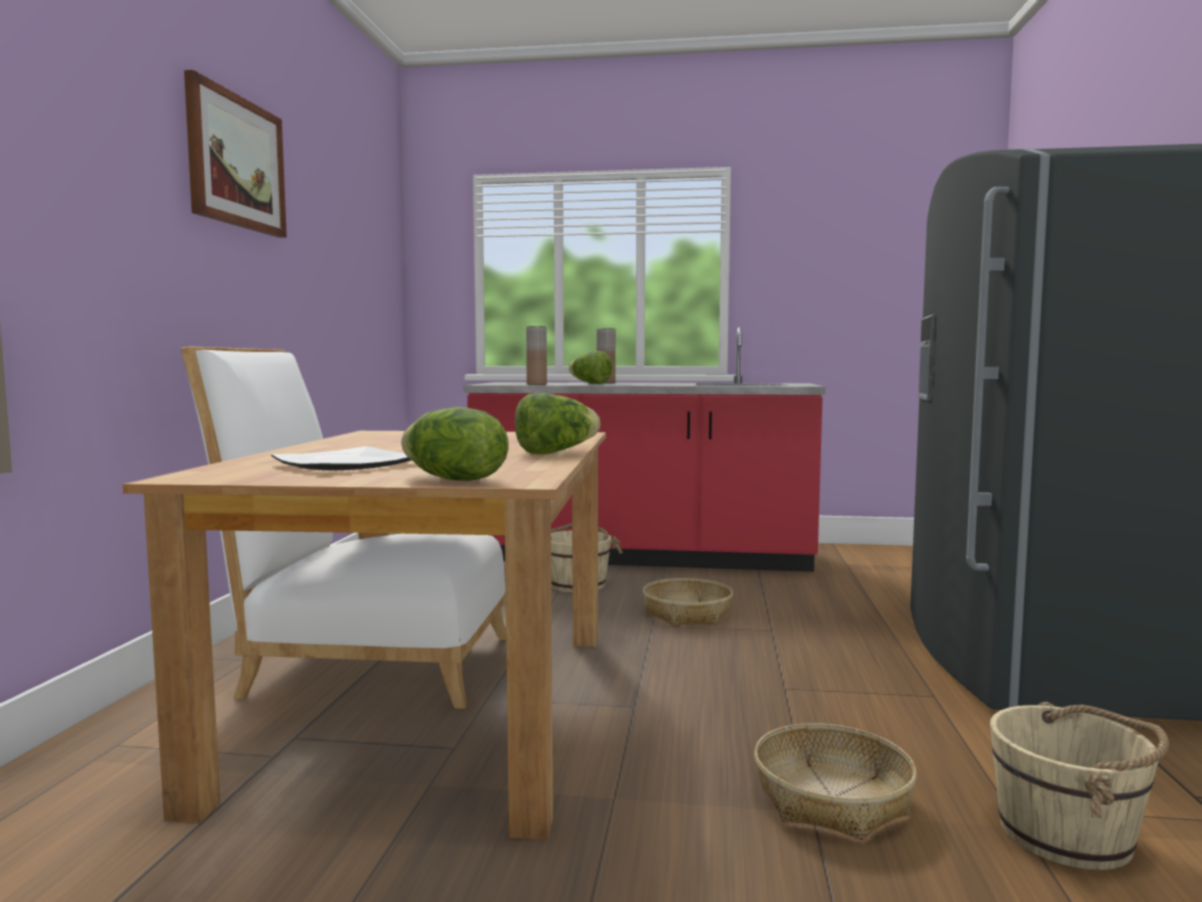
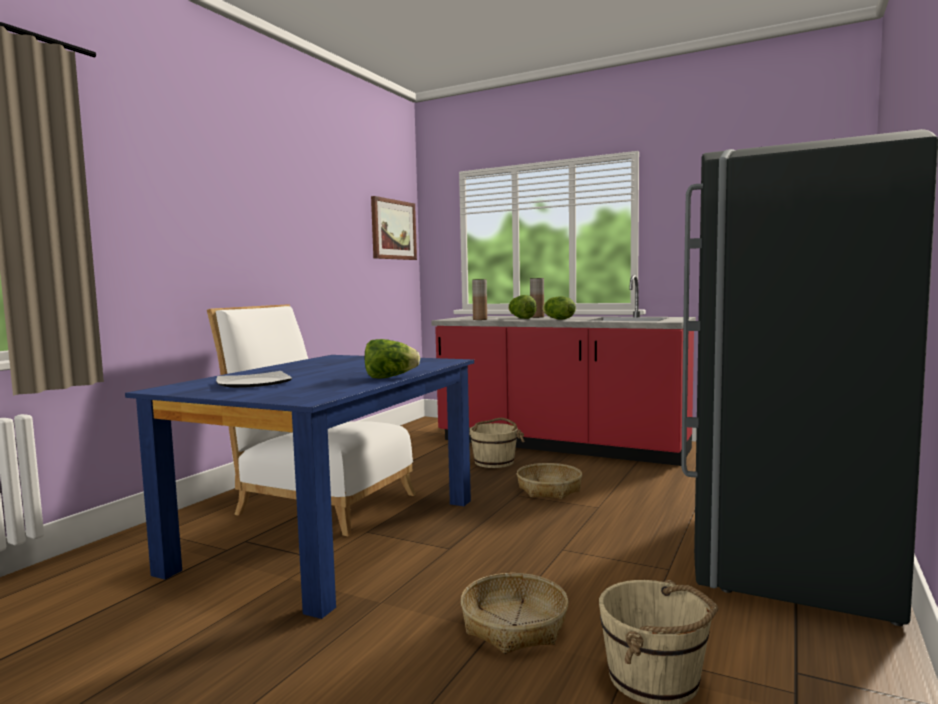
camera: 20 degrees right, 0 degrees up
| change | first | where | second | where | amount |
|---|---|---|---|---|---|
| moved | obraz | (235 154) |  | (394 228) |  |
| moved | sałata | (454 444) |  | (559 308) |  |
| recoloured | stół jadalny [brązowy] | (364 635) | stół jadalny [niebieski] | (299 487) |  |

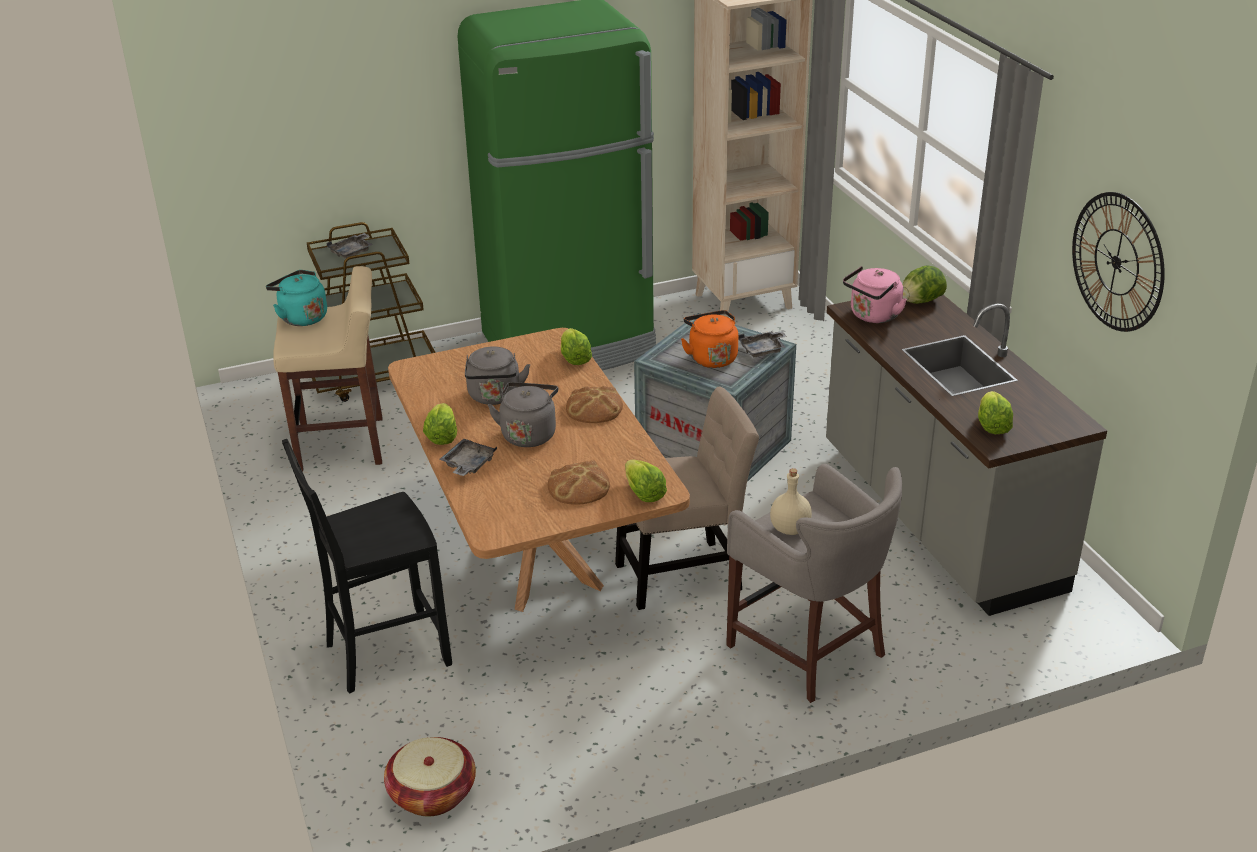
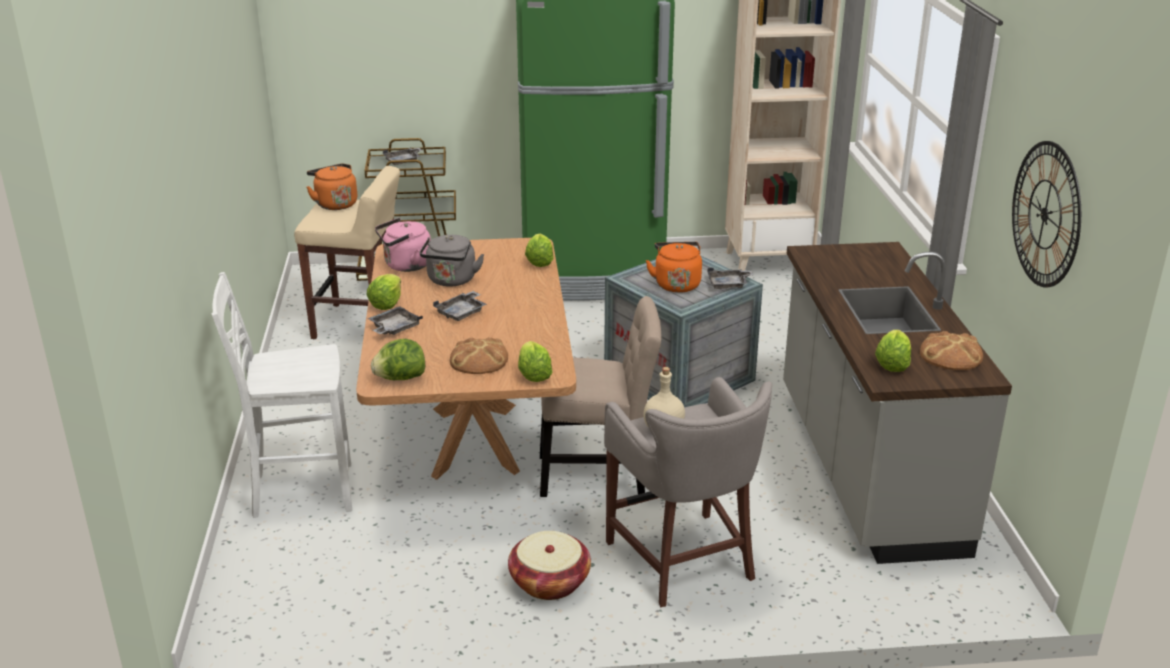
camera: 15 degrees right, 5 degrees down
| change | first | where | second | where | amount |
|---|---|---|---|---|---|
| moved | koszyk | (430 777) |  | (549 565) |  |
| moved | chleb | (594 404) |  | (951 350) |  |
| moved | czajnik [różowy] | (875 294) |  | (403 245) |  |
| moved | sałata | (925 284) |  | (398 359) |  |
| replaced | czajnik [szary] | (523 414) | taca [szary] | (460 306) |  |
| recoloured | czajnik [turkusowy] | (296 298) | czajnik [pomarańczowy] | (332 186) |  |
| recoloured | krzesło [czarny] | (367 566) | krzesło [biały] | (281 395) |  |

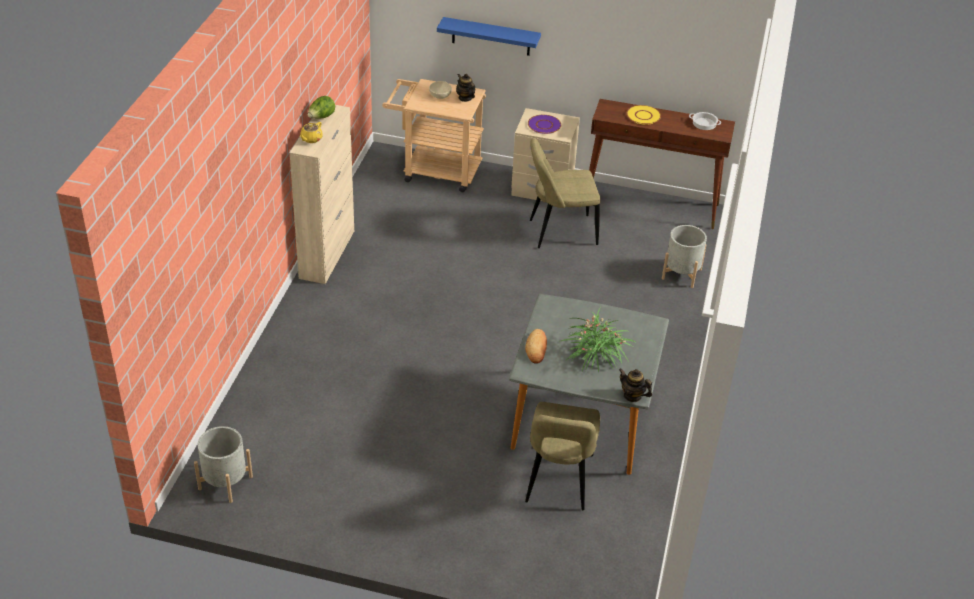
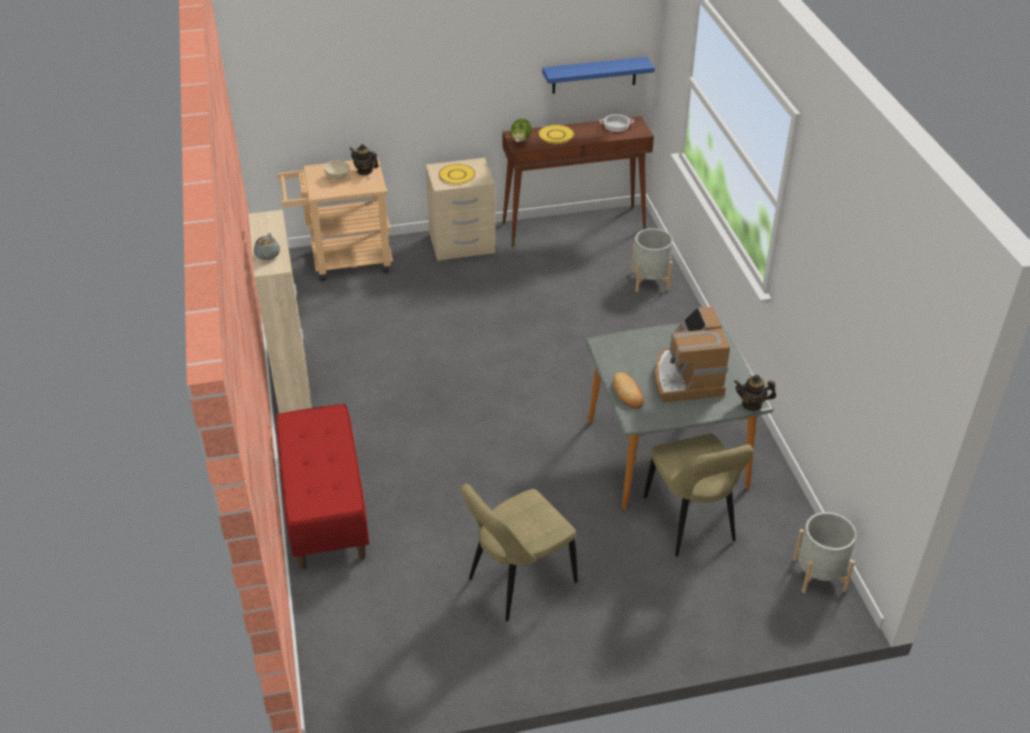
camera: 25 degrees left, 0 degrees up
| change | first | where | second | where | amount |
|---|---|---|---|---|---|
| added |  |  | ławka [czerwony] | (322 486) |  |
| moved | donica [szary] | (223 464) |  | (824 552) |  |
| moved | sałata | (321 107) |  | (521 130) |  |
| moved | półka [niebieski] | (489 36) |  | (598 75) |  |
| moved | krzesło [beżowy] | (565 193) |  | (518 552) |  |
| replaced | roślina doniczkowa | (597 340) | ekspres do kawy | (692 354) |  |
| recoloured | imbryk [żółty] | (311 132) | imbryk [szary] | (267 246) |  |
| recoloured | talerz [fioletowy] | (544 124) | talerz [żółty] | (457 174) |  |

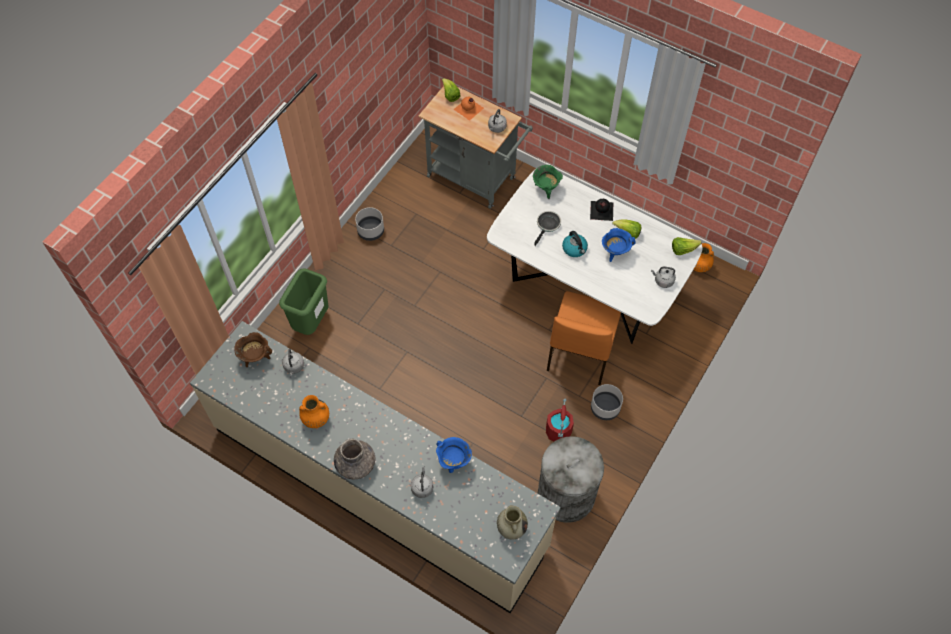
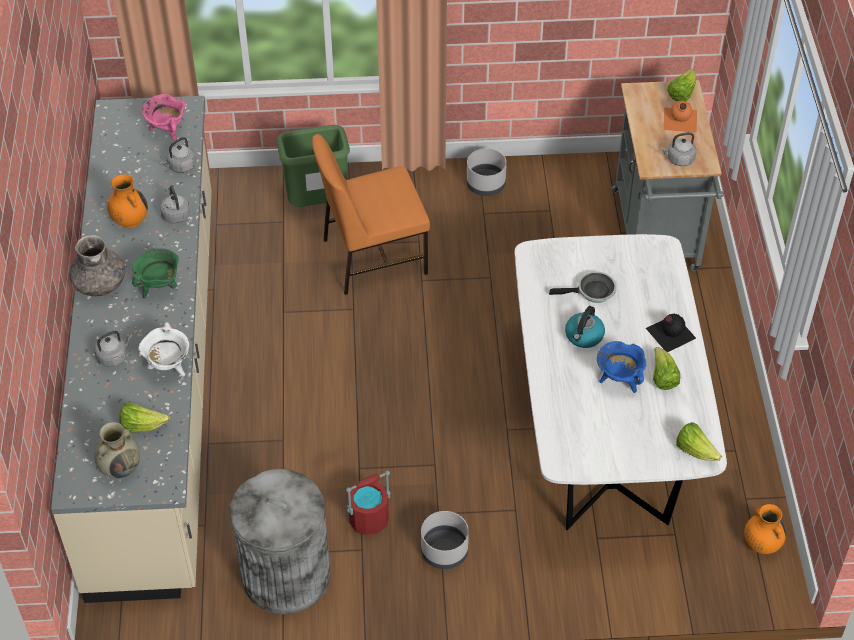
camera: 55 degrees right, 10 degrees down
| change | first | where | second | where | amount |
|---|---|---|---|---|---|
| added |  |  | sałata | (145 417) |  |
| moved | garnek [zielony] | (548 182) |  | (155 273) |  |
| moved | krzesło [pomarańczowy] | (584 338) |  | (371 214) |  |
| moved | czajnik [szary] | (663 277) |  | (175 205) |  |
| recoloured | garnek [brązowy] | (253 349) | garnek [różowy] | (164 117) |  |
| recoloured | garnek [niebieski] | (454 455) | garnek [biały] | (163 349) |  |

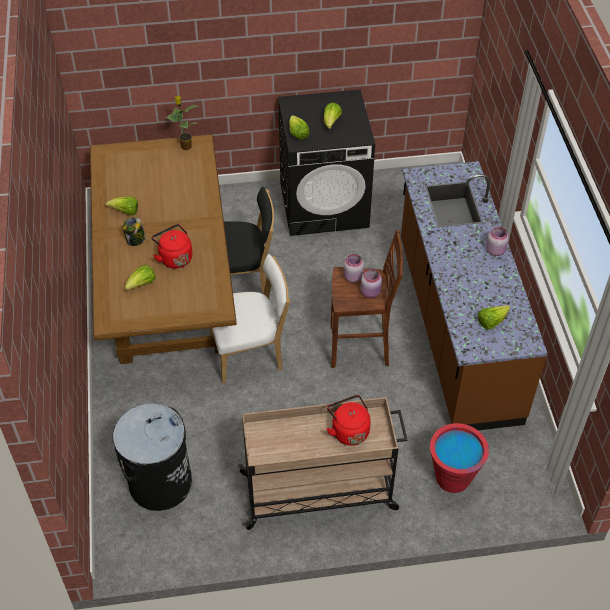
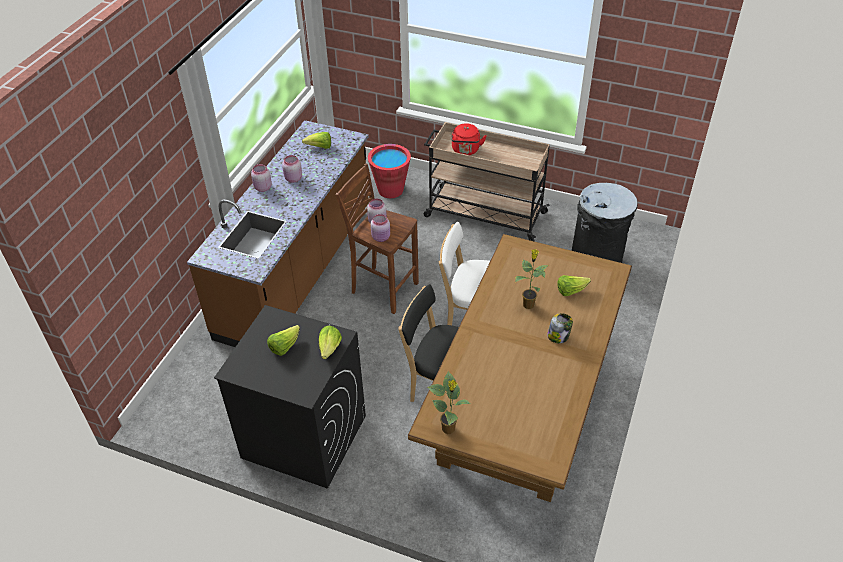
camera: 150 degrees left, 5 degrees down
| change | first | where | second | where | amount |
|---|---|---|---|---|---|
| removed | sałata | (122 206) |  |  |  |
| added |  |  | słoik [różowy] | (292 169) |  |
| replaced | czajnik [czerwony] | (172 246) | roślina doniczkowa | (531 279) |  |

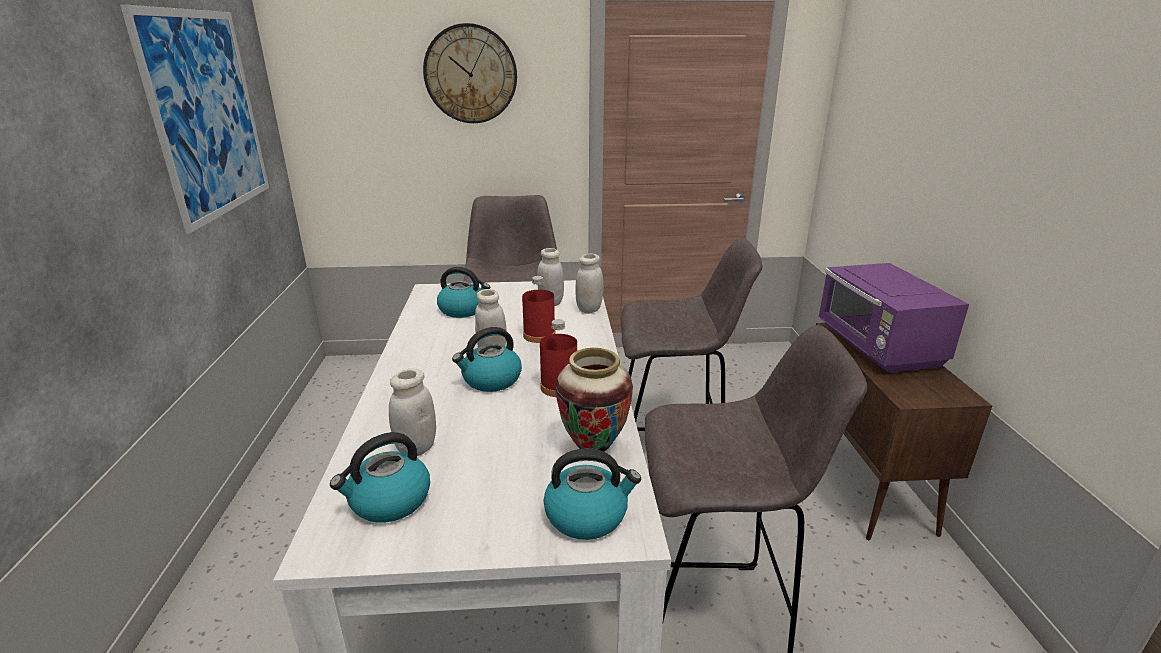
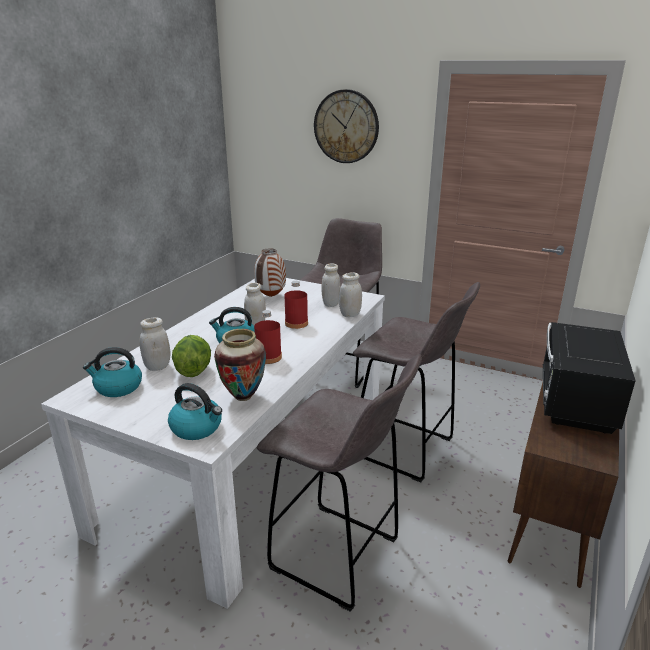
camera: 30 degrees right, 0 degrees up
| change | first | where | second | where | amount |
|---|---|---|---|---|---|
| removed | obraz | (194 119) |  |  |  |
| added |  |  | sałata | (191 356) |  |
| replaced | czajnik | (463 292) | wazon | (270 272) |  |
| recoloured | mikrofalówka [fioletowy] | (893 318) | mikrofalówka [czarny] | (589 378) |  |

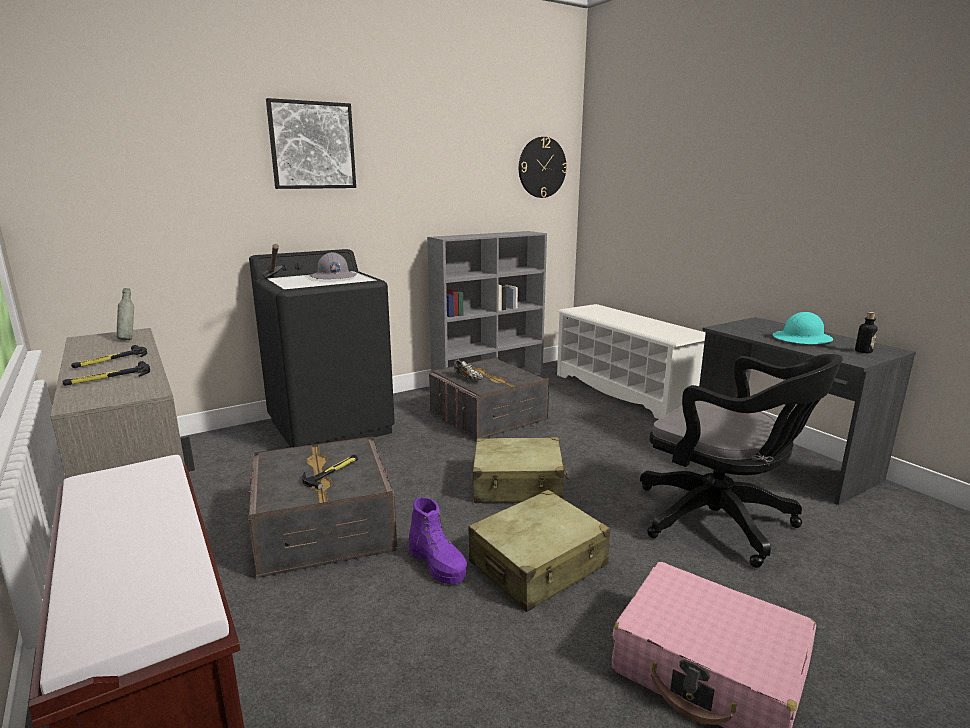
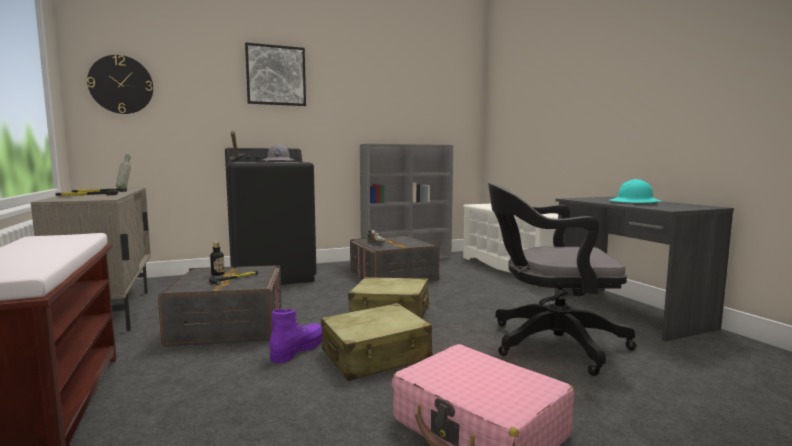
camera: 10 degrees right, 10 degrees down
| change | first | where | second | where | amount |
|---|---|---|---|---|---|
| moved | zegar ścienny | (543 167) |  | (120 84) |  |
| moved | butelka | (866 332) |  | (217 259) |  |
| turned | but z cholewką [fioletowy] | (438 540) |  | (295 336) | 120 degrees counterclockwise |
| turned | krzesło biurowe [czarny] | (741 461) |  | (562 279) | 135 degrees clockwise |

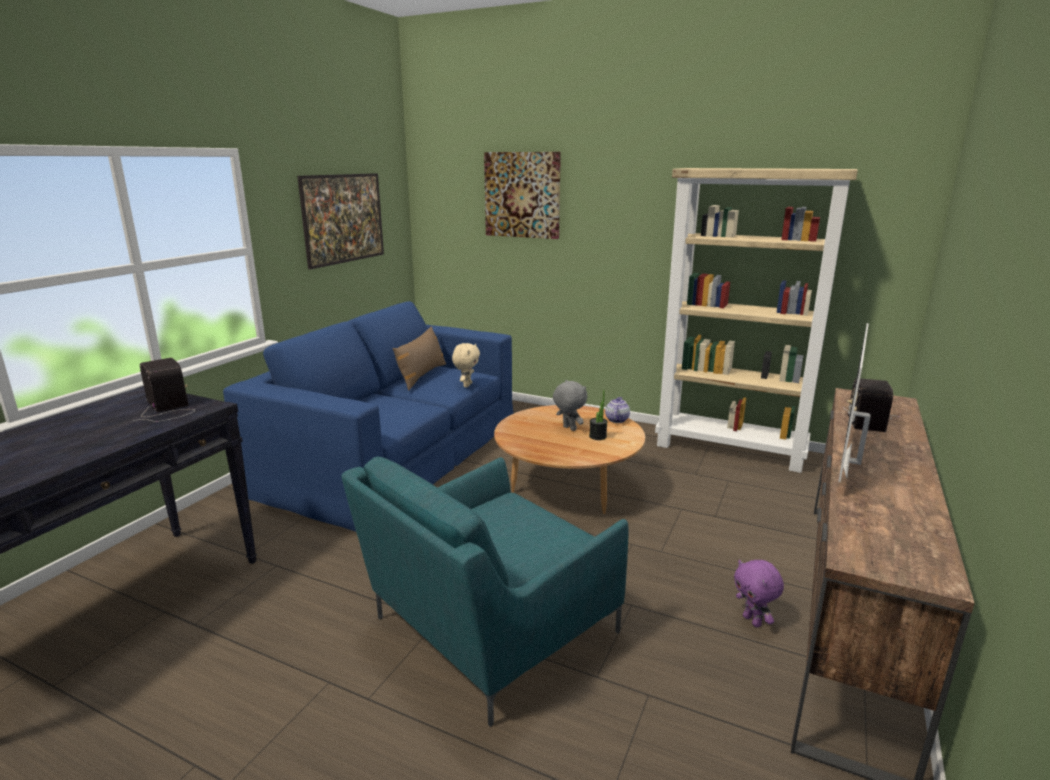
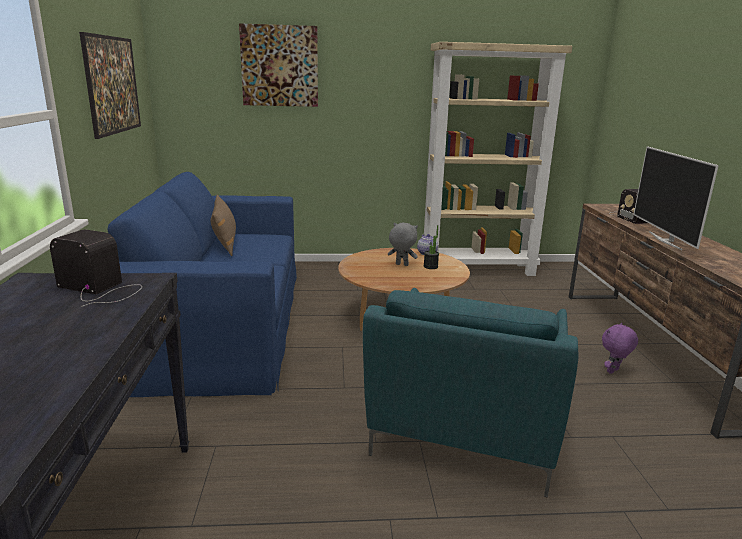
camera: 30 degrees left, 0 degrees up
| change | first | where | second | where | amount |
|---|---|---|---|---|---|
| removed | pluszak [beżowy] | (466 365) |  |  |  |
| turned | pluszak [fioletowy] | (759 593) |  | (620 348) | 105 degrees clockwise |

